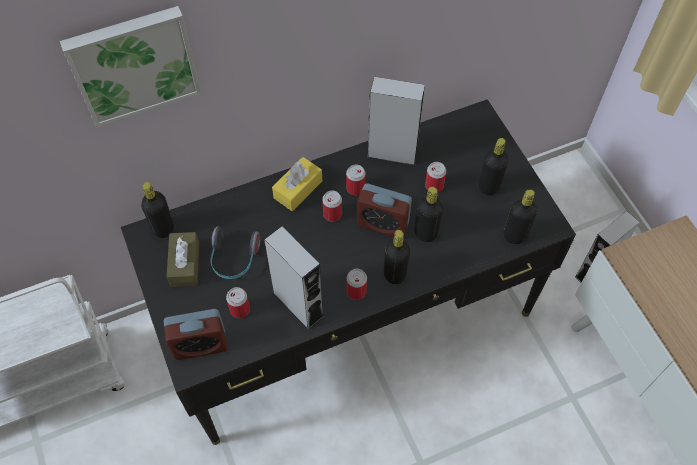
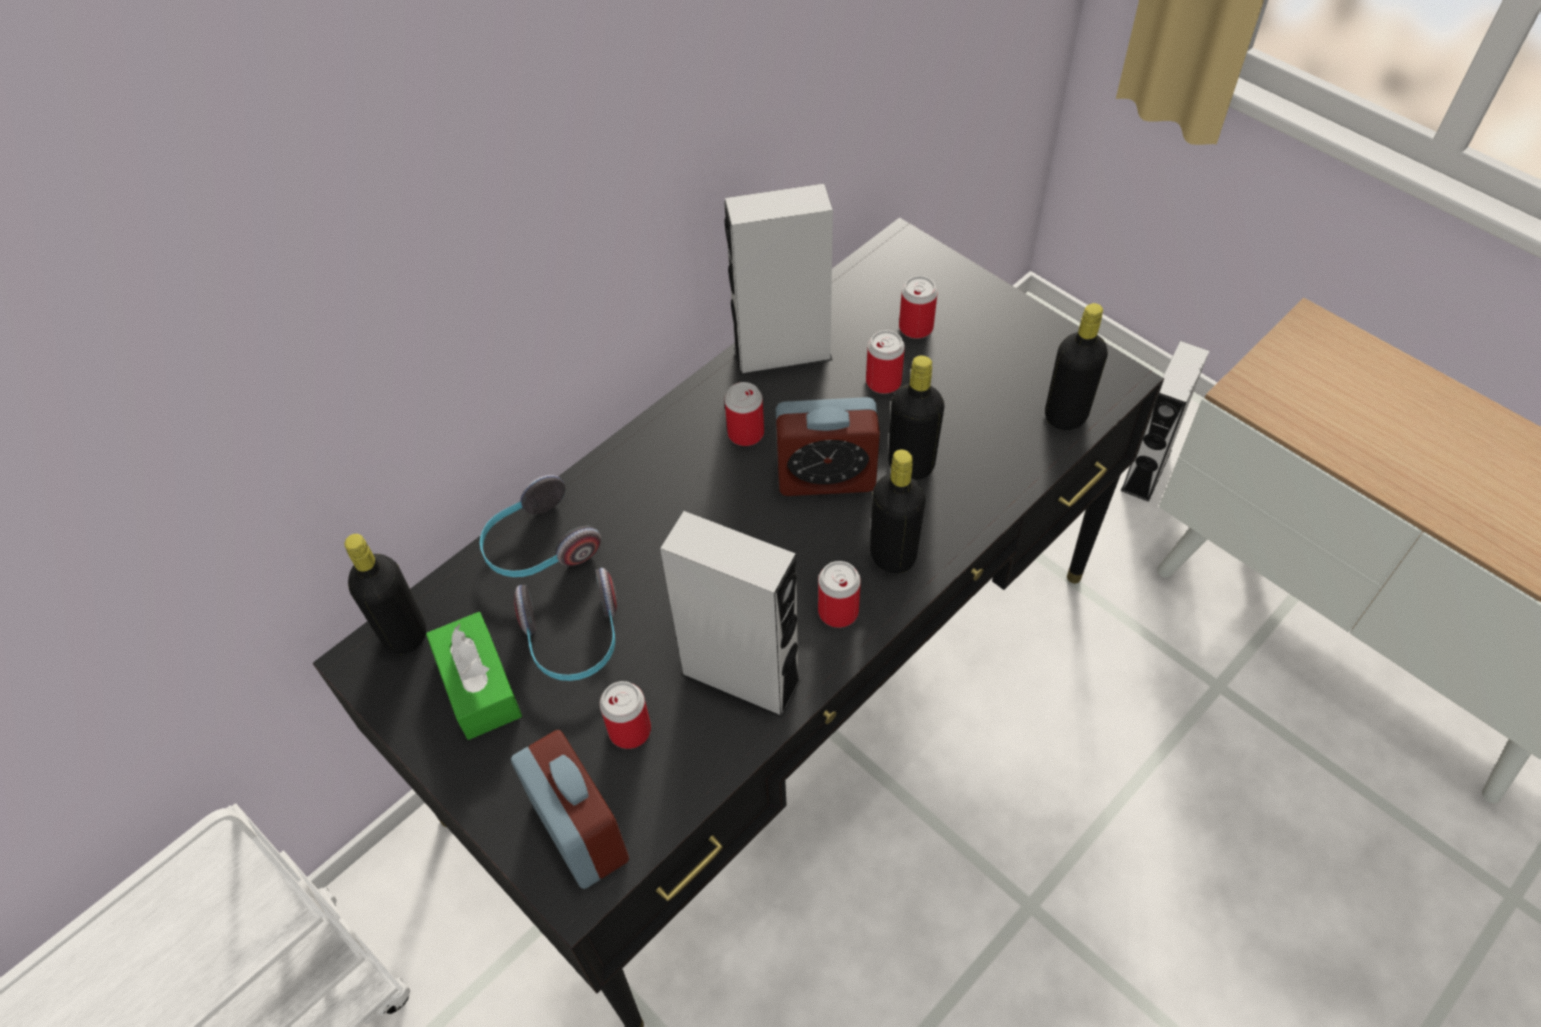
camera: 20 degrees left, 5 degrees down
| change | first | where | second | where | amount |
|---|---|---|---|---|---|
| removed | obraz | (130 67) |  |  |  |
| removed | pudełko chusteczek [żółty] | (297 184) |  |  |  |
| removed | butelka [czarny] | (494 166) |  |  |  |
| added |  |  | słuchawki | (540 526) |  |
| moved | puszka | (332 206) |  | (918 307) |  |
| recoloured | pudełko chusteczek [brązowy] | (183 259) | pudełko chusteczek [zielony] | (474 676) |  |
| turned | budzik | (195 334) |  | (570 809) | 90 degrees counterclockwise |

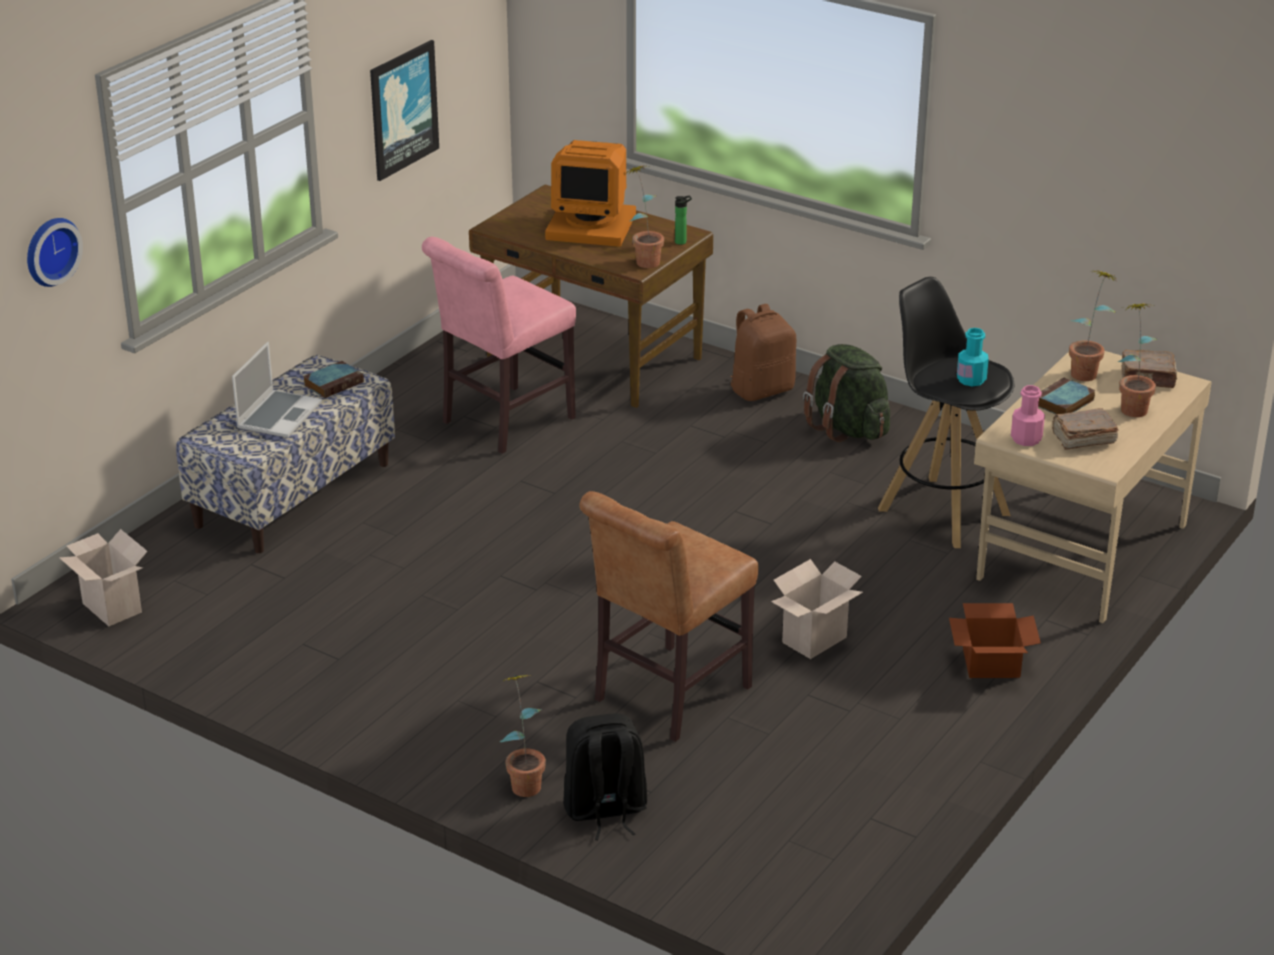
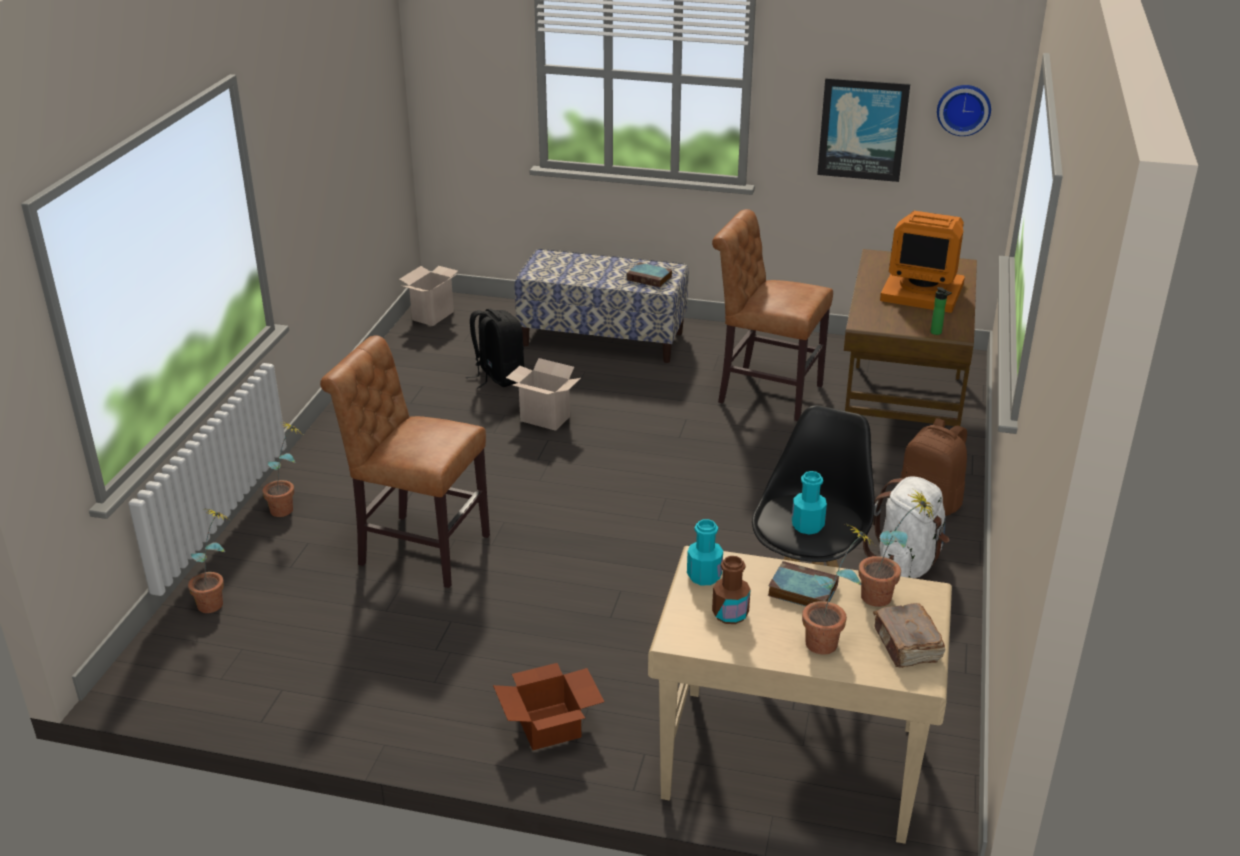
camera: 70 degrees right, 0 degrees up
| change | first | where | second | where | amount |
|---|---|---|---|---|---|
| removed | laptop | (277 390) |  |  |  |
| moved | zegar ścienny | (55 252) |  | (964 110) |  |
| moved | plecak [czarny] | (605 776) |  | (495 348) |  |
| moved | roślina doniczkowa | (644 216) |  | (206 561) |  |
| moved | karton | (817 609) |  | (543 394) |  |
| replaced | książka [brązowy] | (1085 429) | butelka [brązowy] | (731 590) |  |
| recoloured | krzesło [różowy] | (499 345) | krzesło [brązowy] | (772 315) |  |
| recoloured | plecak [zielony] | (846 393) | plecak [biały] | (906 527) |  |
| recoloured | butelka [różowy] | (1028 415) | butelka [turkusowy] | (705 552) |  |
| turned | monitor | (590 193) |  | (922 262) | 60 degrees counterclockwise |

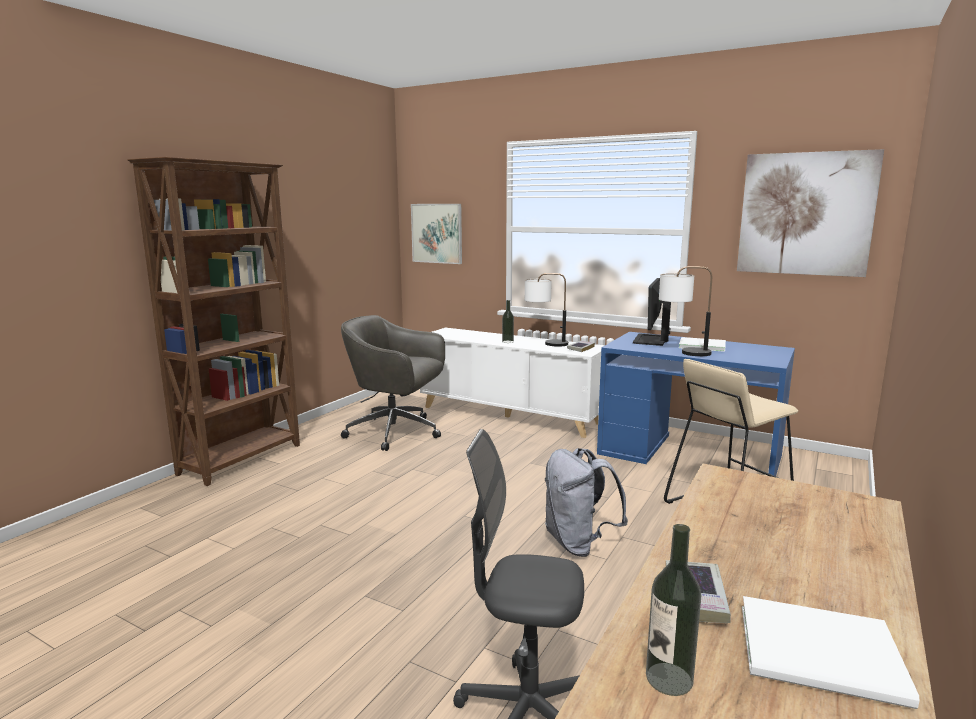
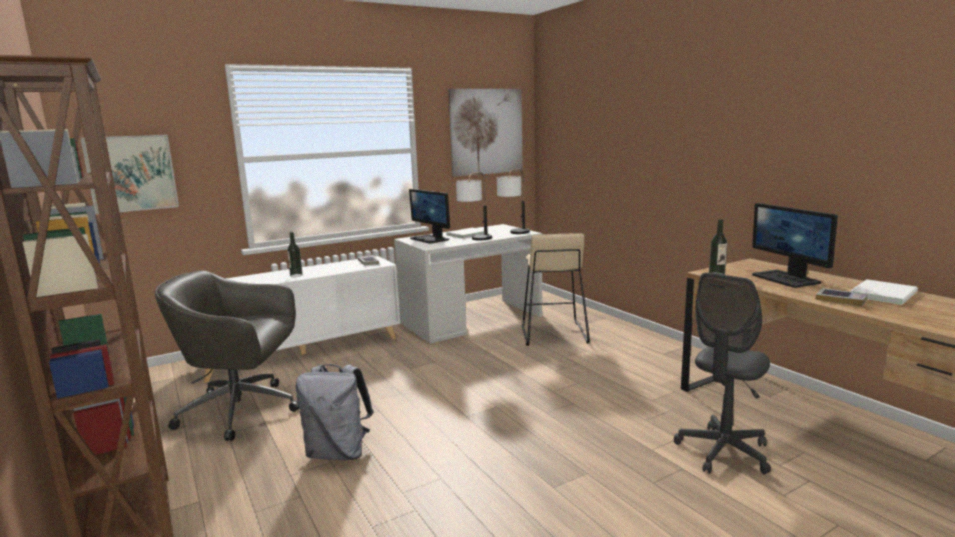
camera: 60 degrees left, 0 degrees up
| change | first | where | second | where | amount |
|---|---|---|---|---|---|
| added |  |  | monitor | (795 245) |  |
| moved | lampa stołowa | (546 309) |  | (513 201) |  |
| moved | plecak [szary] | (586 502) |  | (334 412) |  |
| moved | butelka | (673 610) |  | (718 247) |  |
| recoloured | biurko [niebieski] | (696 404) | biurko [biały] | (468 284) |  |
| turned | krzesło biurowe [szary] | (393 383) |  | (227 356) | 45 degrees clockwise |

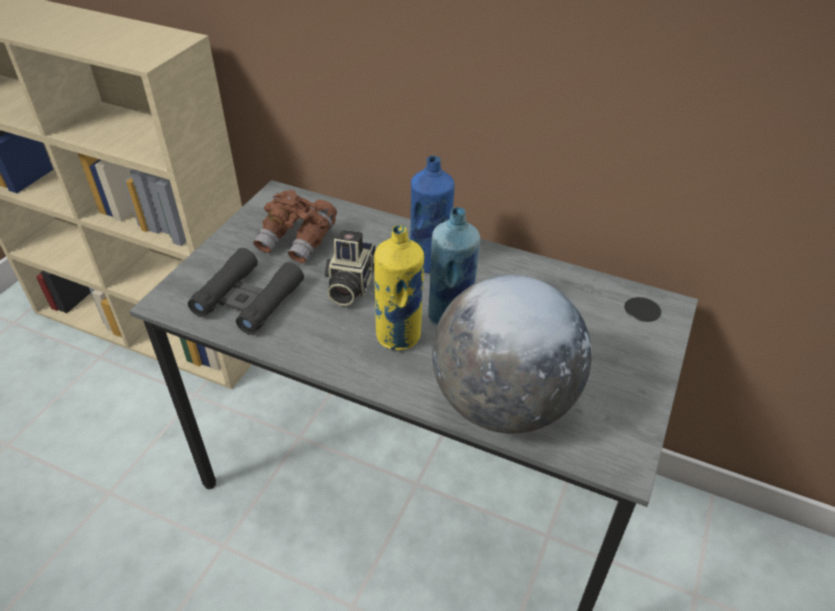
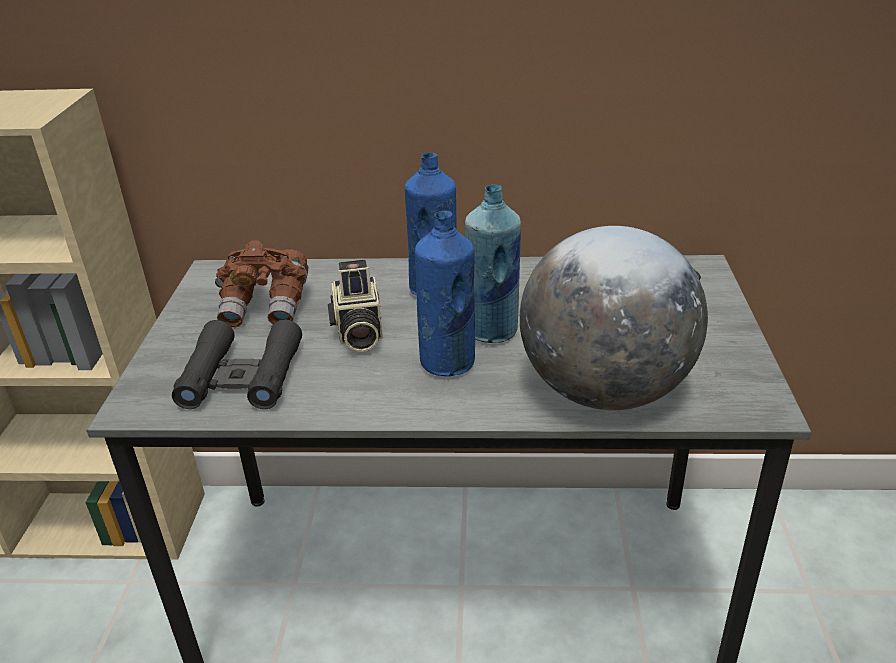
camera: 20 degrees left, 10 degrees down
| change | first | where | second | where | amount |
|---|---|---|---|---|---|
| recoloured | butelka [żółty] | (399 287) | butelka [niebieski] | (445 293) |  |

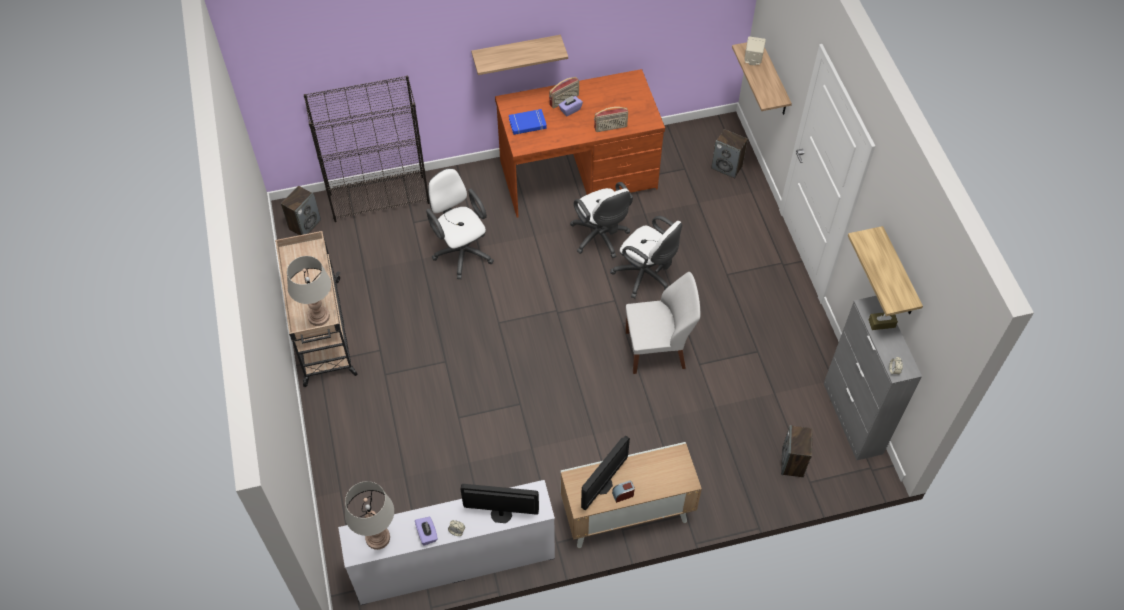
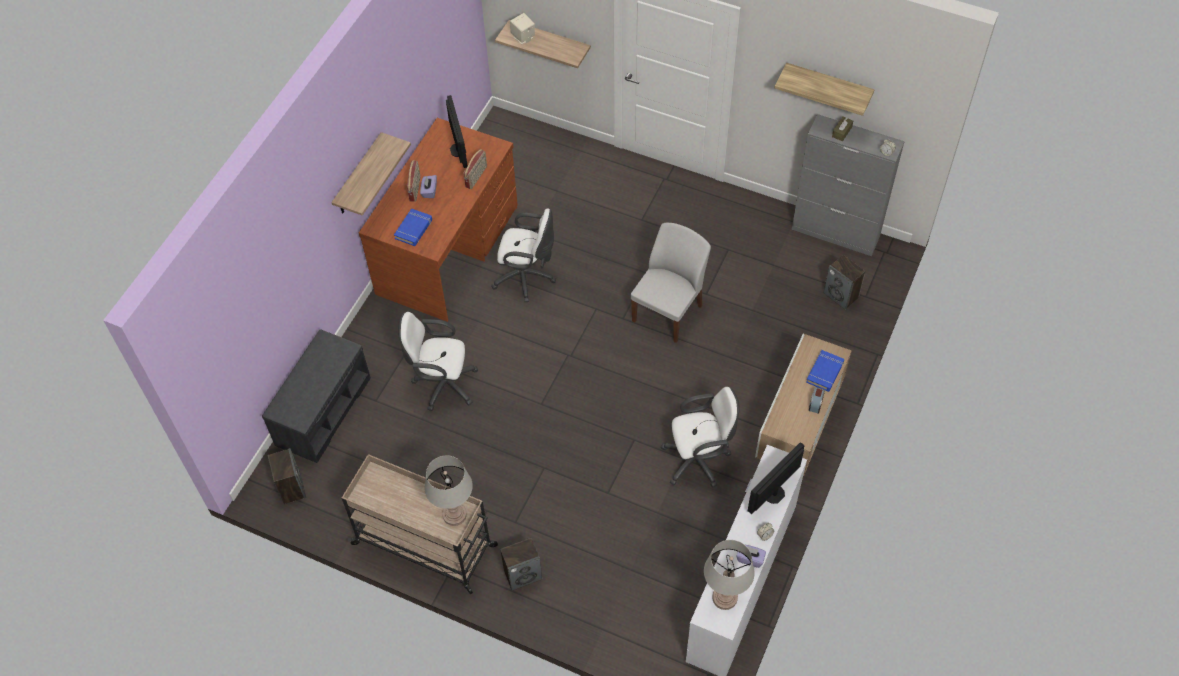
camera: 50 degrees left, 0 degrees up
| change | first | where | second | where | amount |
|---|---|---|---|---|---|
| added |  |  | książka [niebieski] | (825 371) |  |
| moved | monitor | (605 473) |  | (457 131) |  |
| moved | krzesło biurowe [biały] | (646 257) |  | (700 437) |  |
| moved | głośnik | (729 153) |  | (521 564) |  |
| replaced | regał [czarny] | (367 149) | ławka [szary] | (316 396) |  |

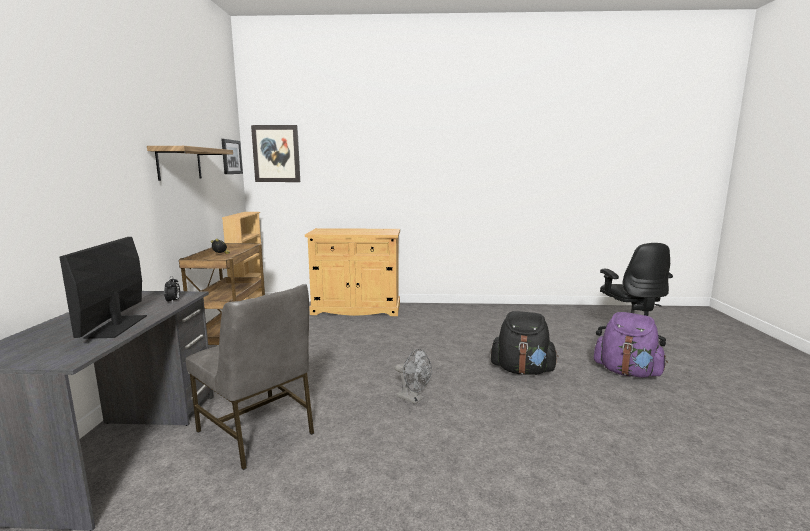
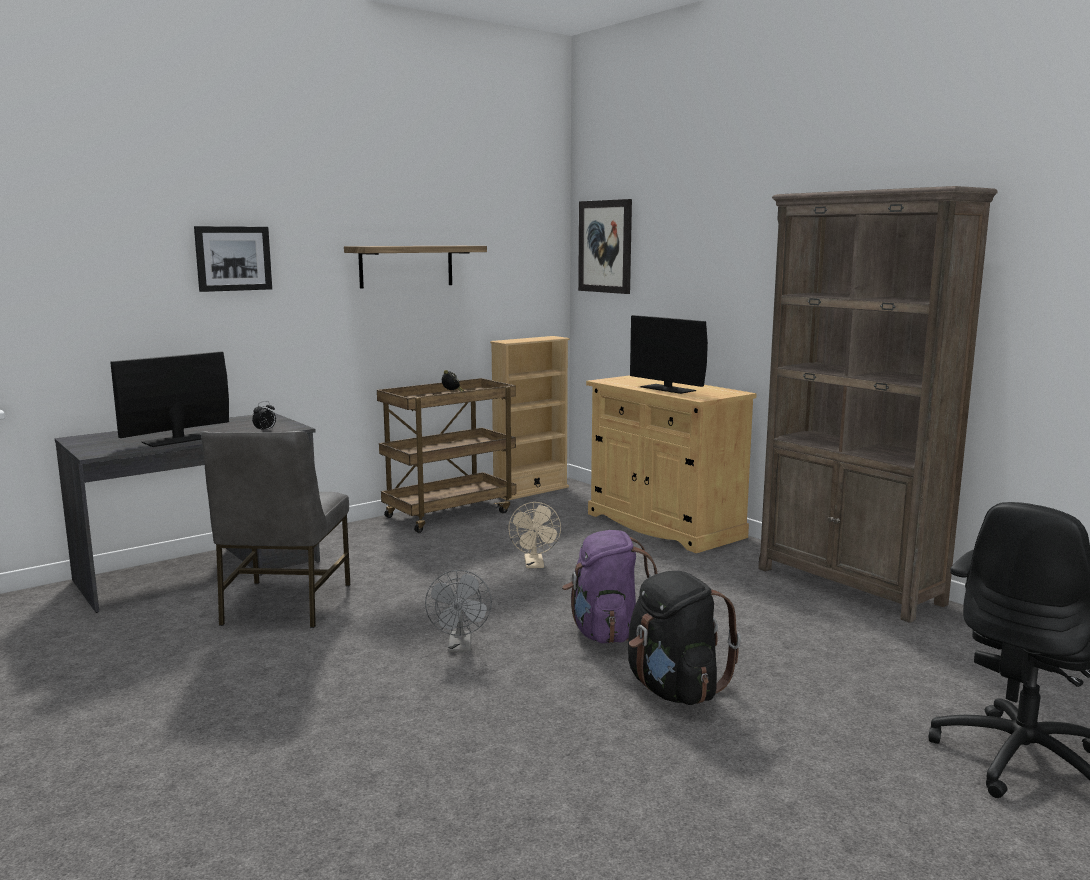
camera: 50 degrees right, 0 degrees up
| change | first | where | second | where | amount |
|---|---|---|---|---|---|
| added |  |  | wentylator [beżowy] | (534 535) |  |
| added |  |  | monitor | (669 354) |  |
| added |  |  | regał [brązowy] | (878 404) |  |
| moved | obraz | (232 156) |  | (233 259) |  |
| moved | plecak [fioletowy] | (631 345) |  | (609 586) |  |

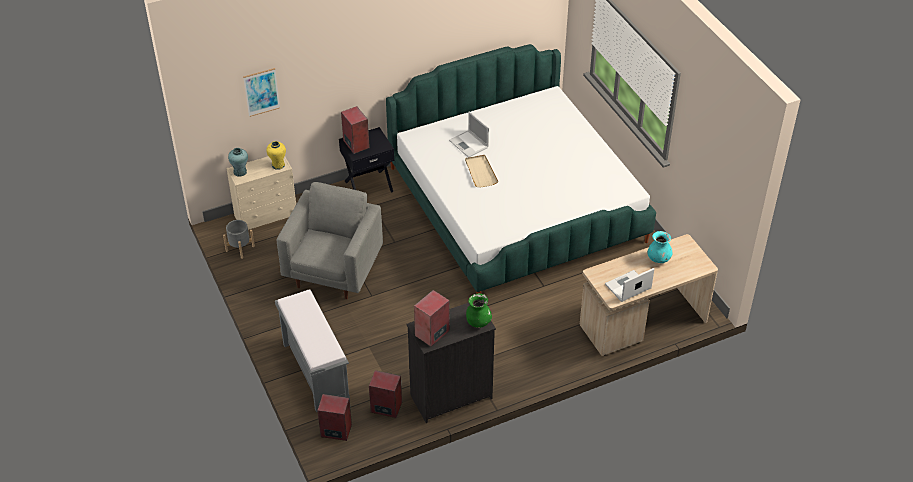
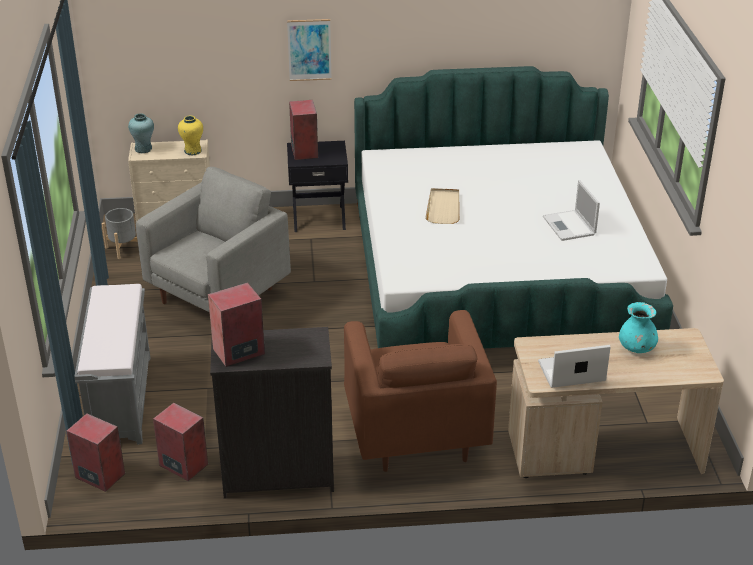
camera: 20 degrees right, 10 degrees down
| change | first | where | second | where | amount |
|---|---|---|---|---|---|
| removed | wazon [zielony] | (479 310) |  |  |  |
| added |  |  | fotel [brązowy] | (420 391) |  |
| moved | obraz | (261 92) |  | (309 50) |  |
| moved | laptop | (469 134) |  | (571 210) |  |

